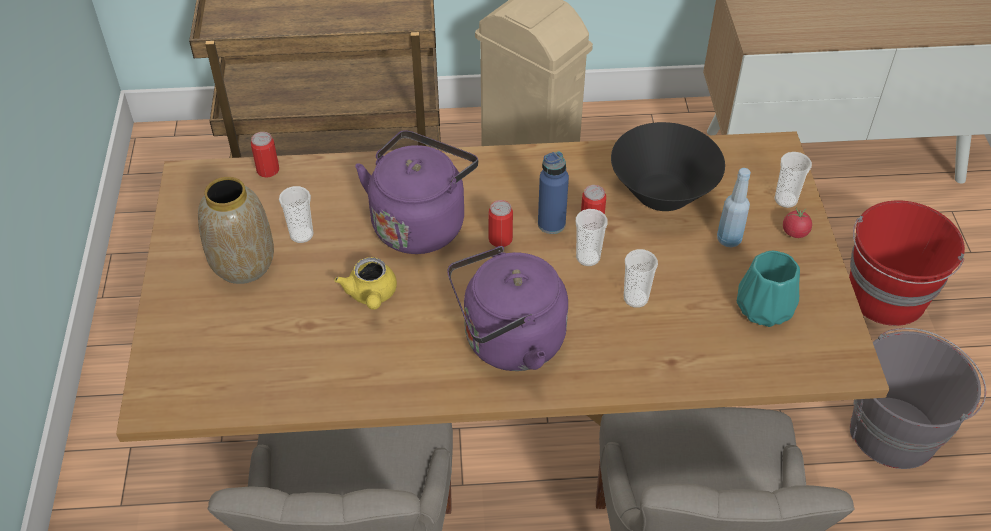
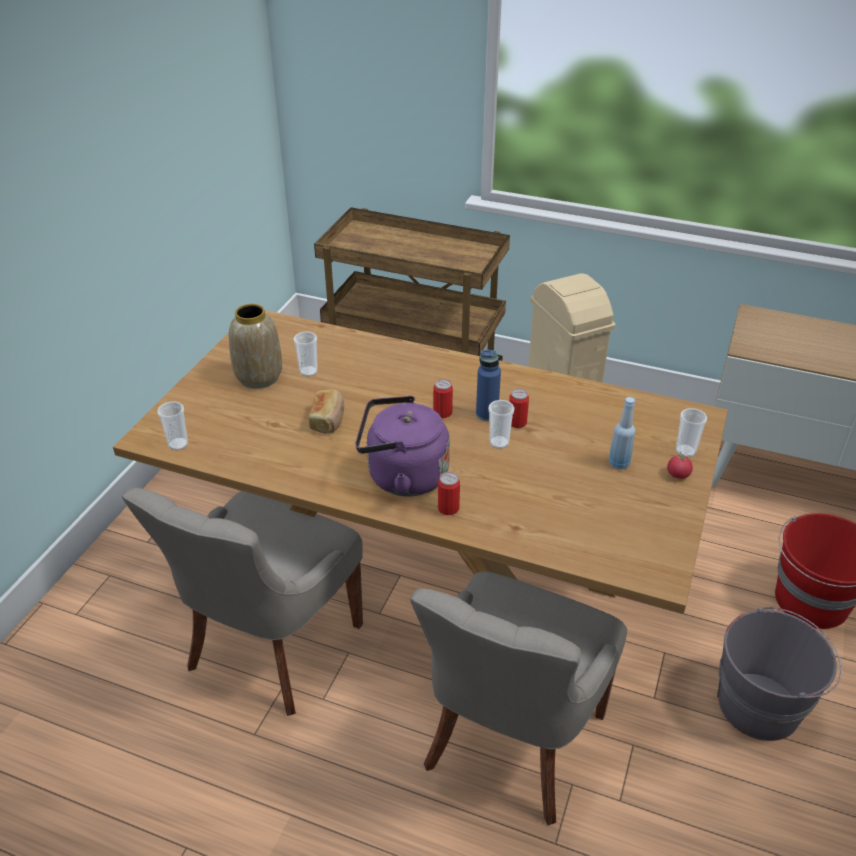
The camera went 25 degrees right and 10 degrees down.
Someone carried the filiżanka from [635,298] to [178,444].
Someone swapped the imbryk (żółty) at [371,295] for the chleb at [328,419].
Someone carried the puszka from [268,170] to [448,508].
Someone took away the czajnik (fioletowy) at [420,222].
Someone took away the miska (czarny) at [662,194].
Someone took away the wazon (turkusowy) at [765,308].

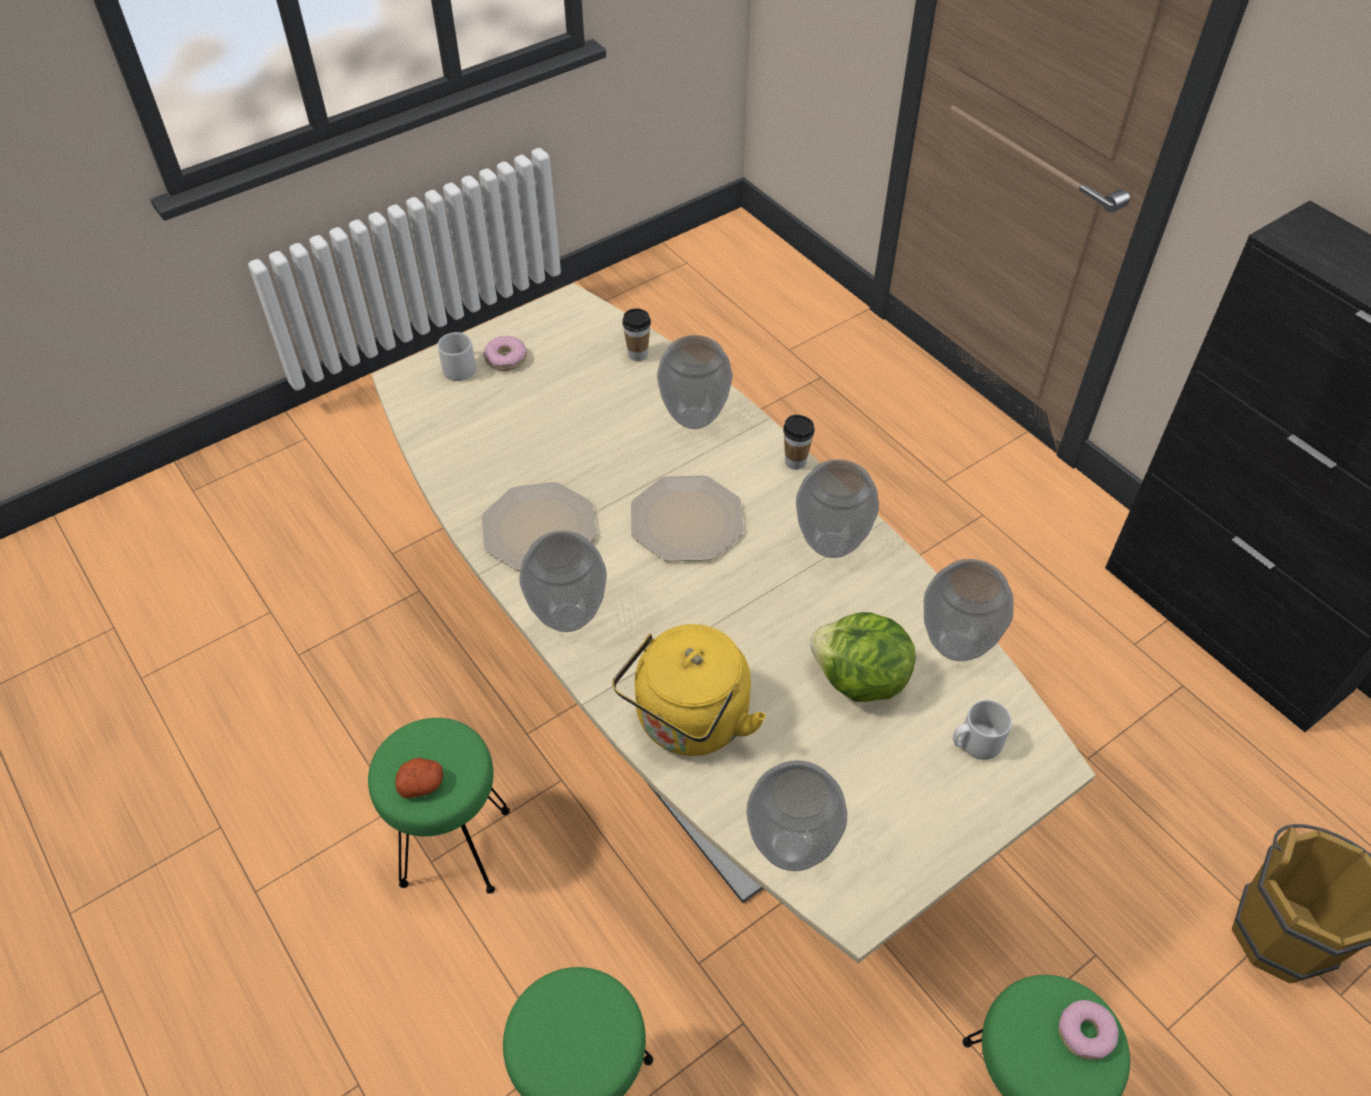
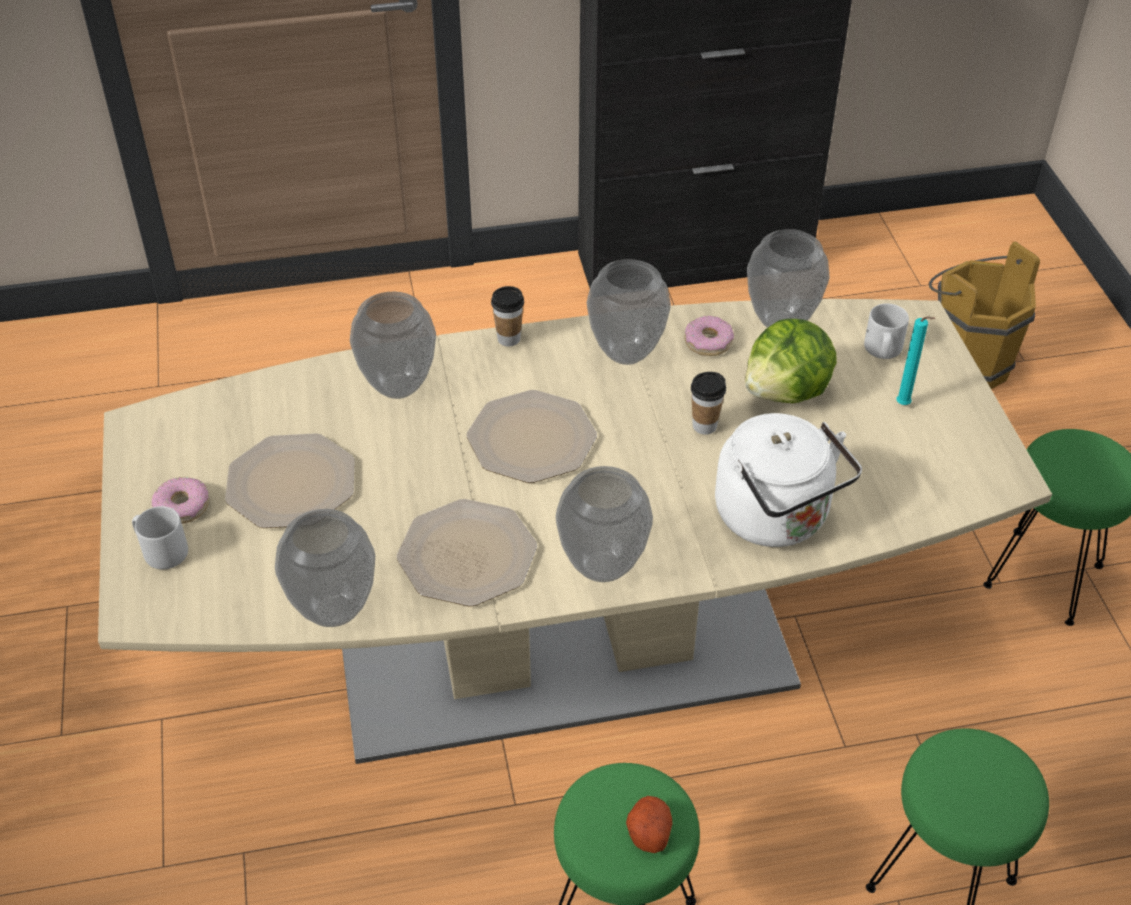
The camera went 65 degrees left and 5 degrees down.
Someone put down the talerz at [290,483].
Someone carried the wazon from [789,848] to [333,612].
Someone carried the donut from [1085,1032] to [708,342].
Someone carried the filiżanka from [637,354] to [704,426].
Someone repainted the czajnik (żółty) at [689,723], which became the czajnik (biały) at [777,519].
Someone put down the świeca (turkusowy) at [904,406].

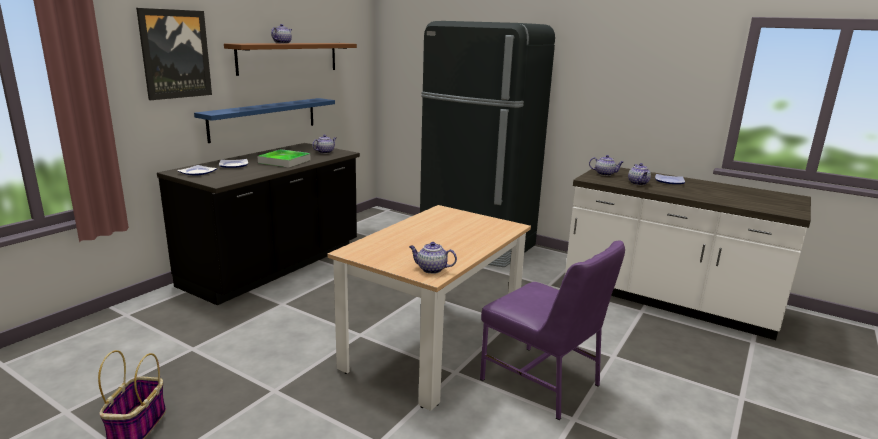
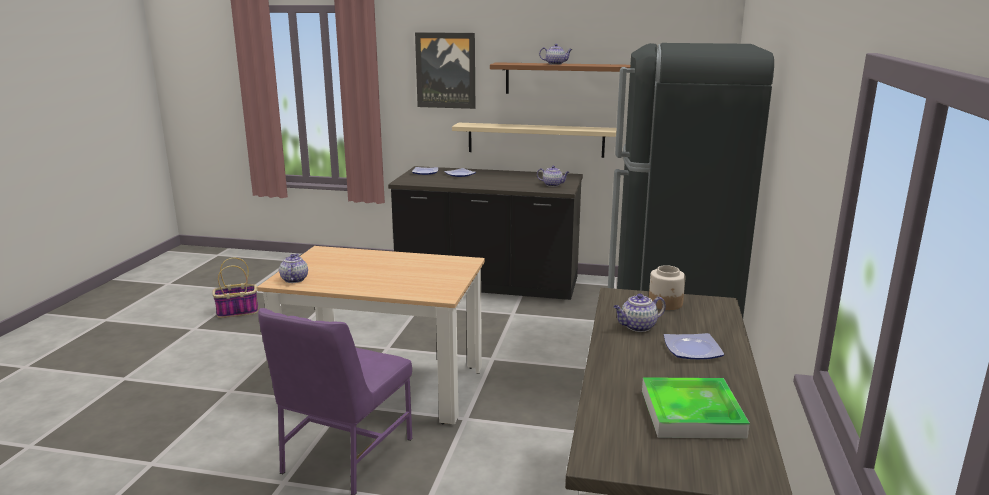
The camera went 70 degrees right and 0 degrees up.
Someone repainted the półka (niebieski) at [264,119], which became the półka (beżowy) at [535,139].
Someone carried the taca from [284,161] to [691,413].
Someone swapped the imbryk at [605,174] for the słoik at [665,303].

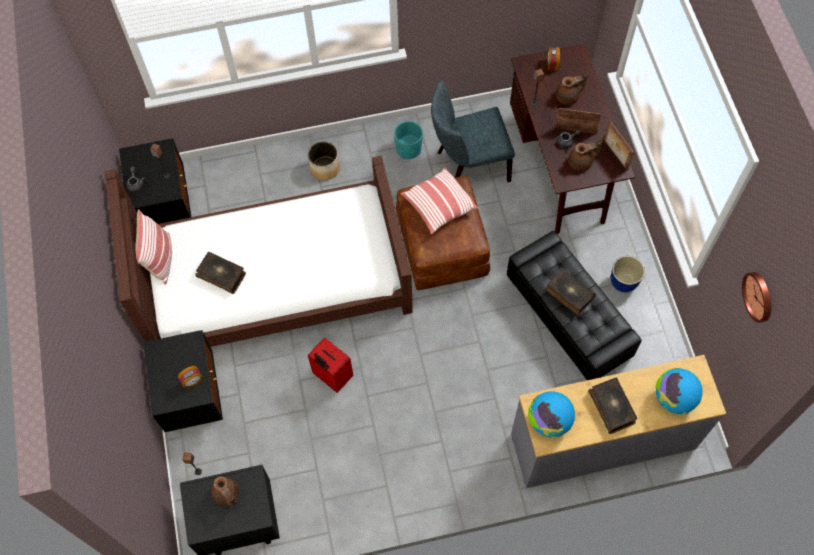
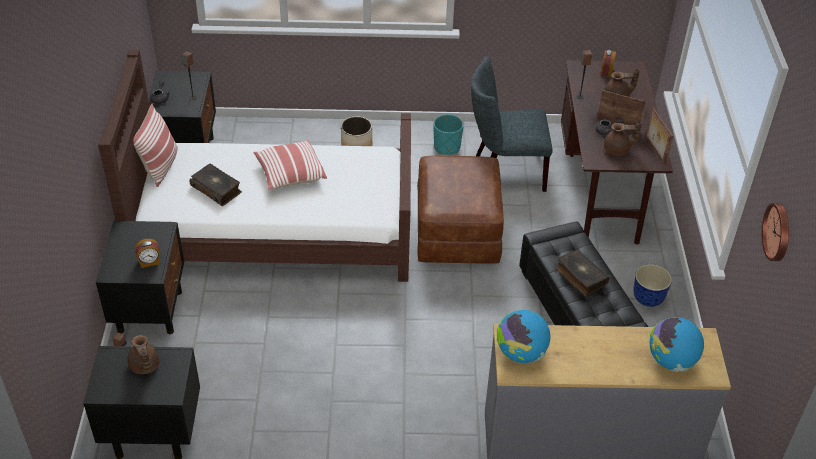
The camera went 10 degrees right and 20 degrees down.
Someone carried the poduszka from [438,206] to [290,174].
Someone took away the walizka (czerwony) at [332,377].
Someone took away the książka at [612,407].

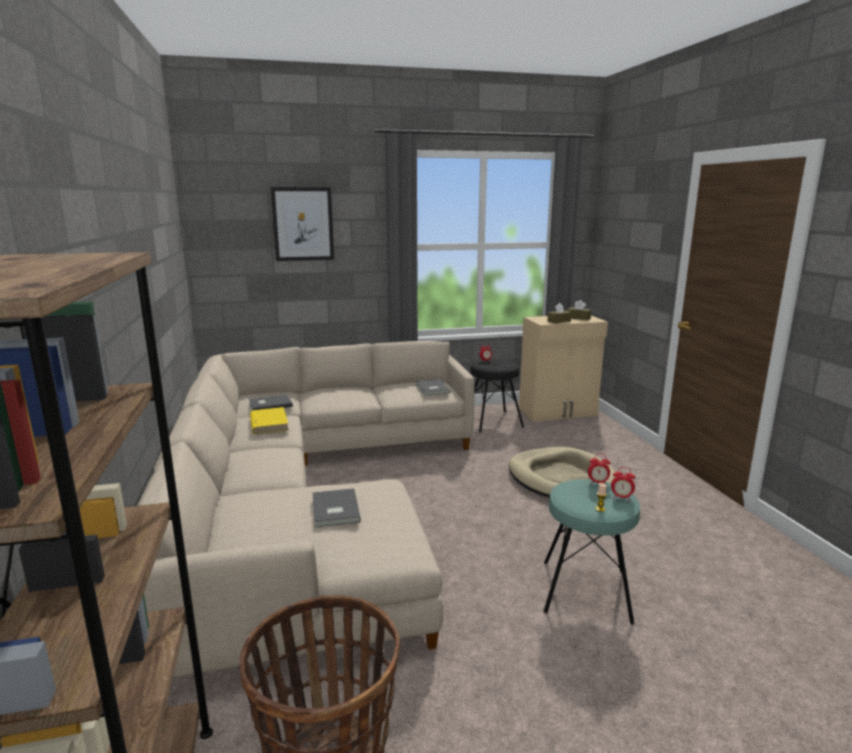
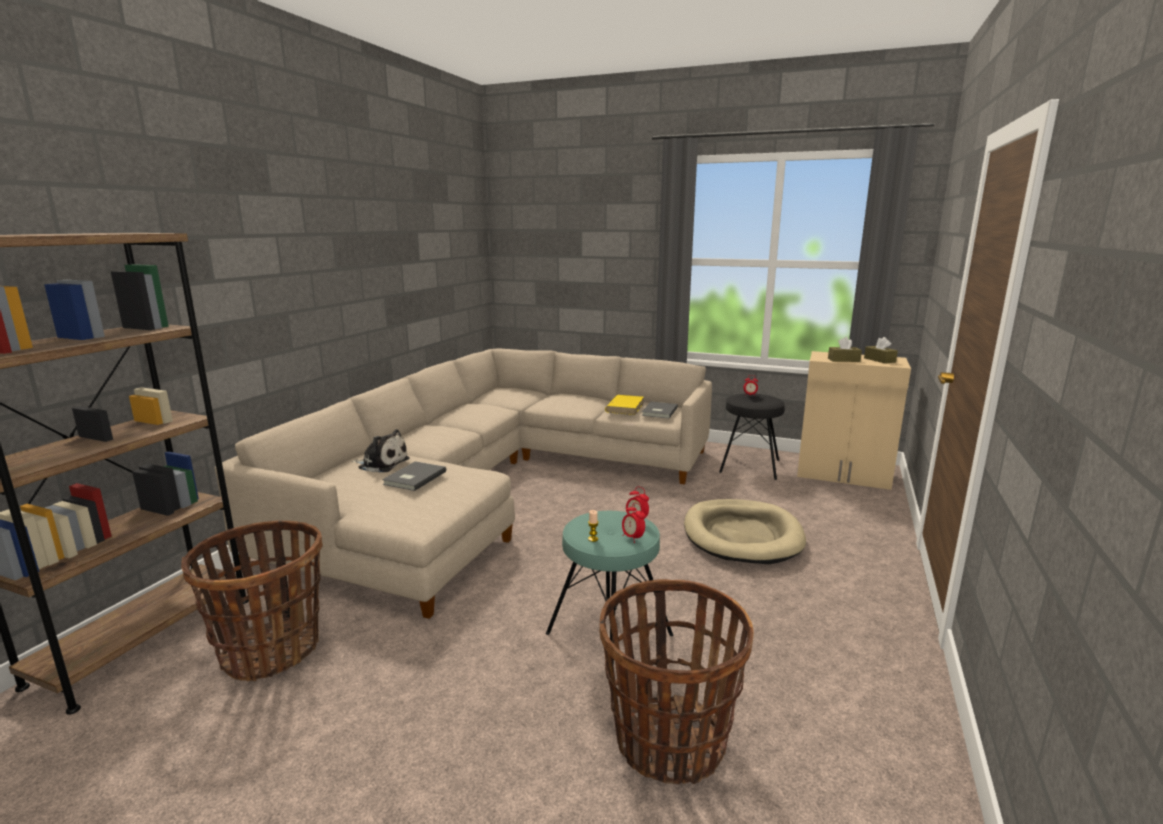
The camera went 35 degrees right and 0 degrees up.
Someone put down the pluszak at [382,464].
Someone put down the koszyk at [669,742].
Someone carried the książka (żółty) from [269,423] to [625,407].
Someone took away the książka (szary) at [269,404].
Someone took away the obraz at [303,224].

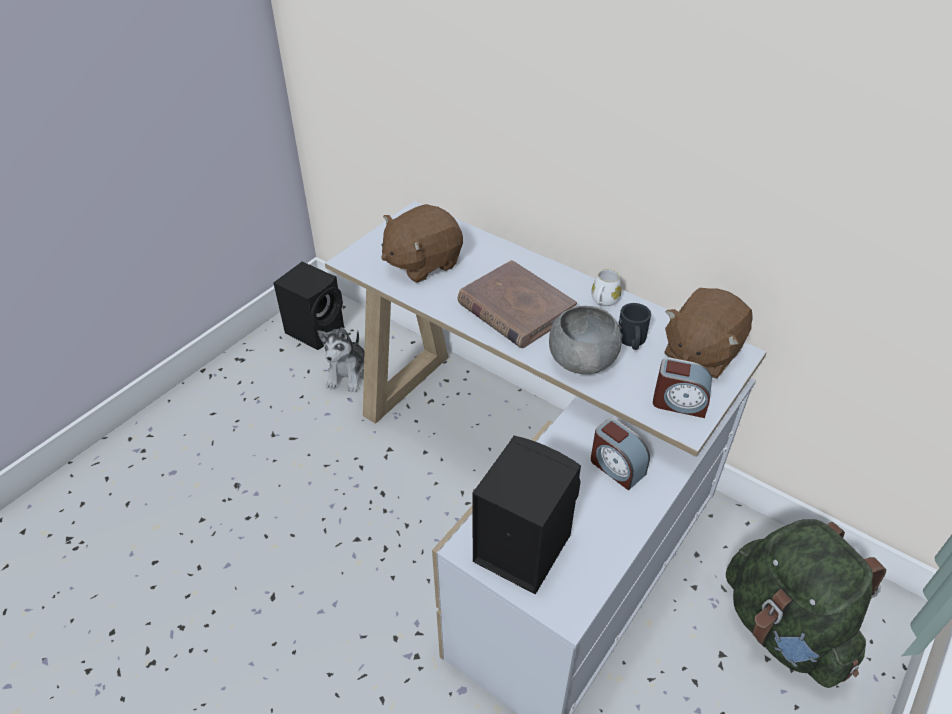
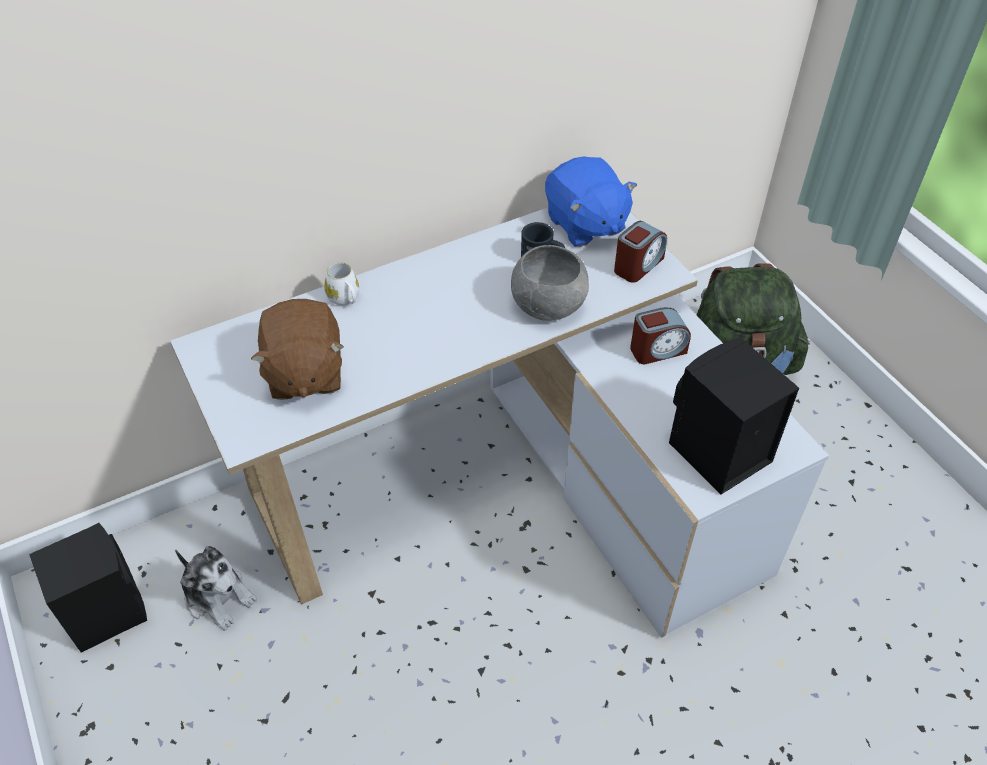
The camera went 65 degrees left and 5 degrees up.
Someone carried the kubek (biały) from [603,301] to [345,299].
Someone repainted the pluszak (brązowy) at [700,353], which became the pluszak (niebieski) at [585,224].
Someone took away the książka (brązowy) at [515,308].

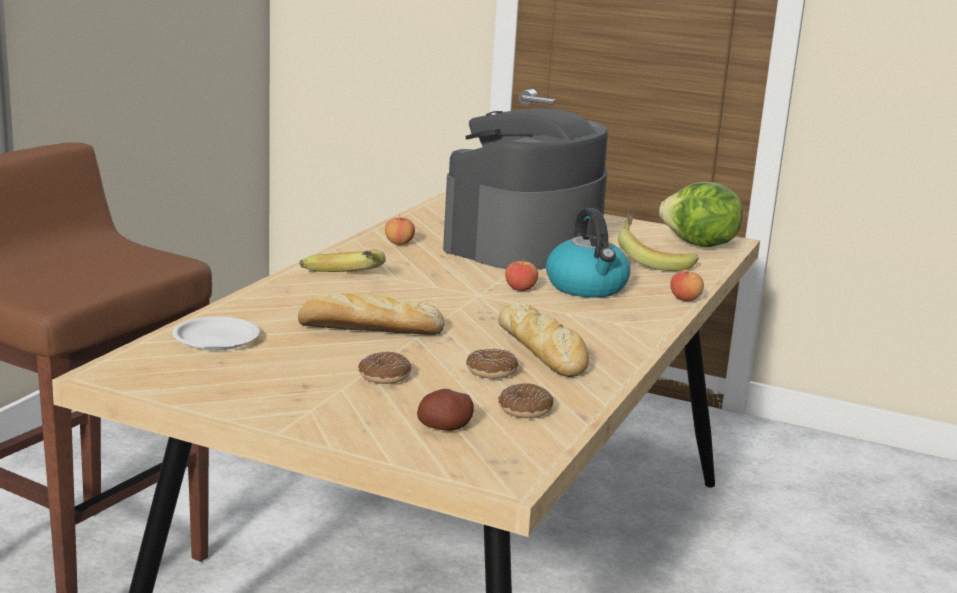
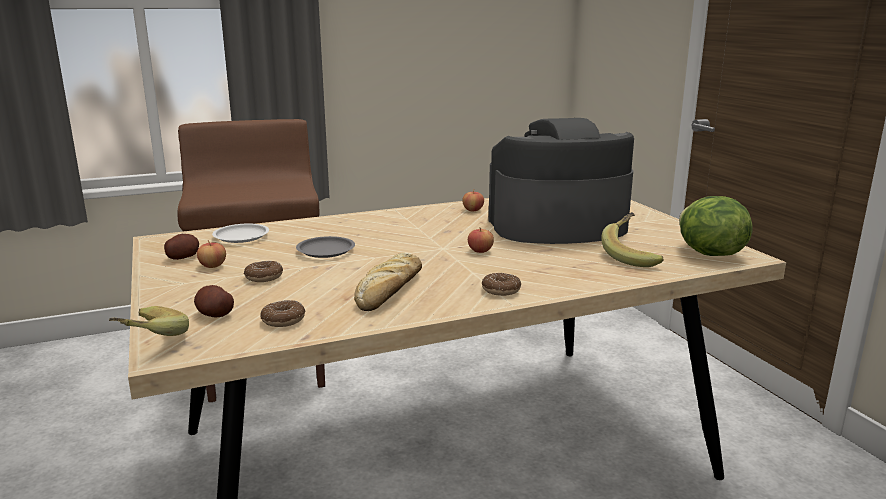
The camera went 45 degrees right and 0 degrees up.
Someone carried the banan from [342,281] to [146,341].
Someone put down the ziemniak at [183,257].
Someone carried the jabłko from [685,299] to [213,266].
Someone swapped the chleb at [367,329] for the talerz (szary) at [325,250].
Someone carried the donut from [491,371] to [501,290].
Someone took away the czajnik at [587,287].

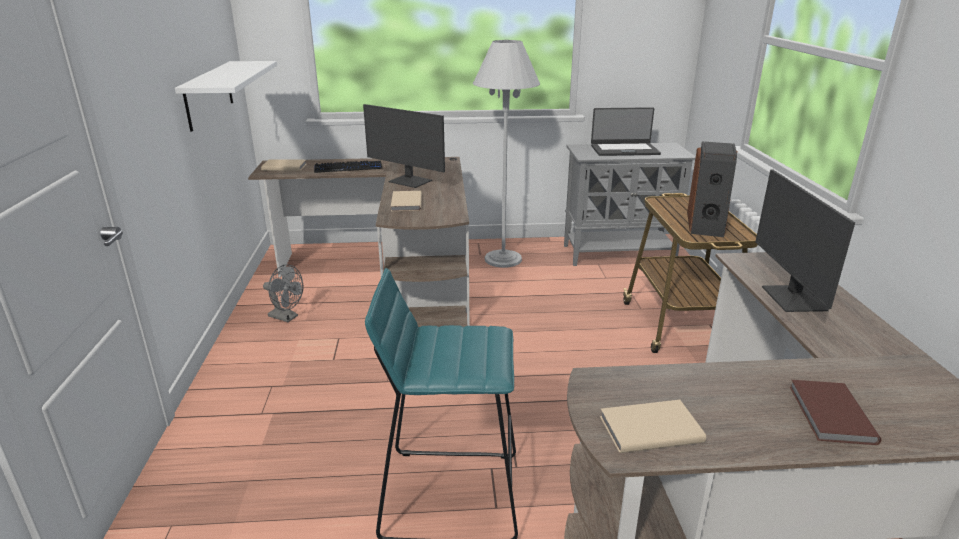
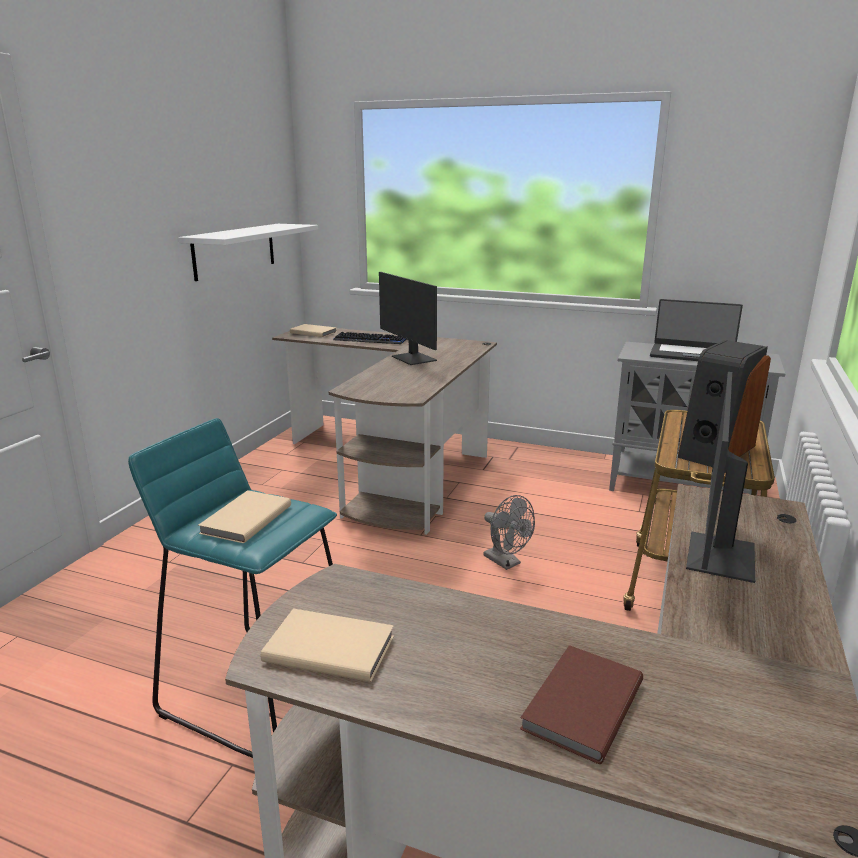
The camera went 25 degrees right and 5 degrees down.
Someone carried the książka (beżowy) from [405,203] to [244,519].
Someone carried the wentylator (szary) from [287,317] to [506,562].
Someone took away the lampa stojąca (biały) at [503,259].

